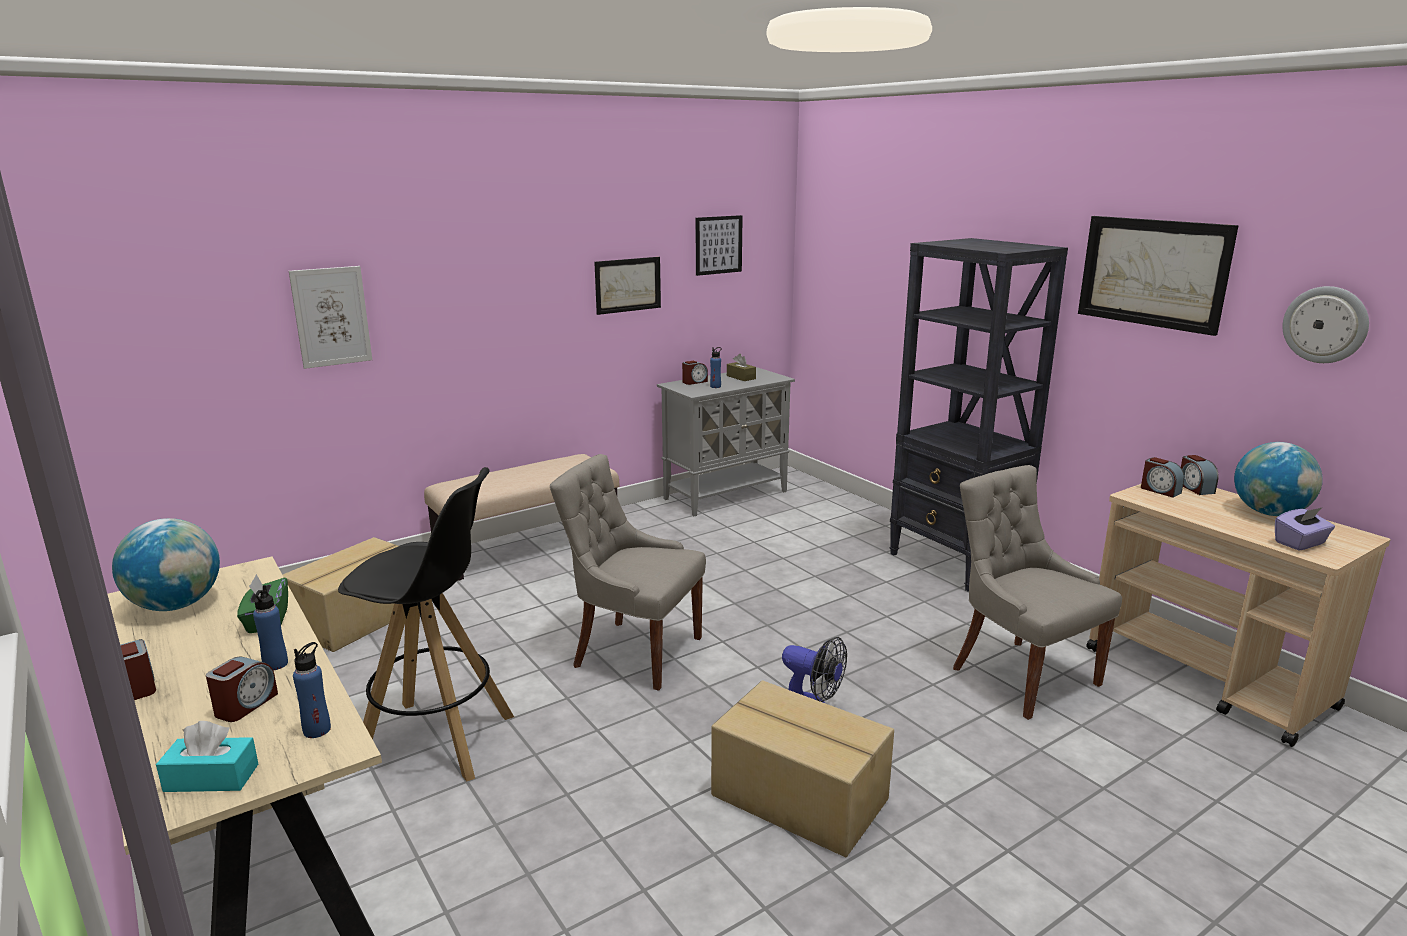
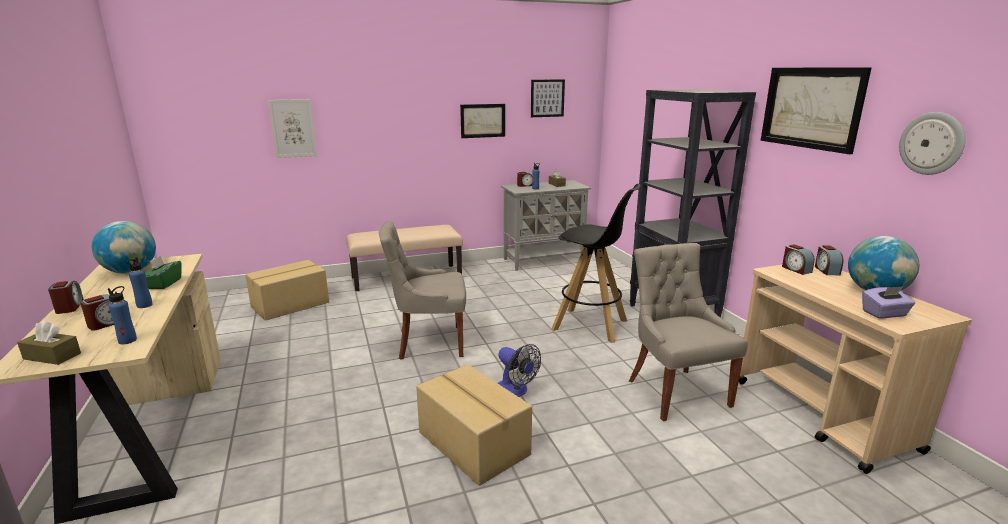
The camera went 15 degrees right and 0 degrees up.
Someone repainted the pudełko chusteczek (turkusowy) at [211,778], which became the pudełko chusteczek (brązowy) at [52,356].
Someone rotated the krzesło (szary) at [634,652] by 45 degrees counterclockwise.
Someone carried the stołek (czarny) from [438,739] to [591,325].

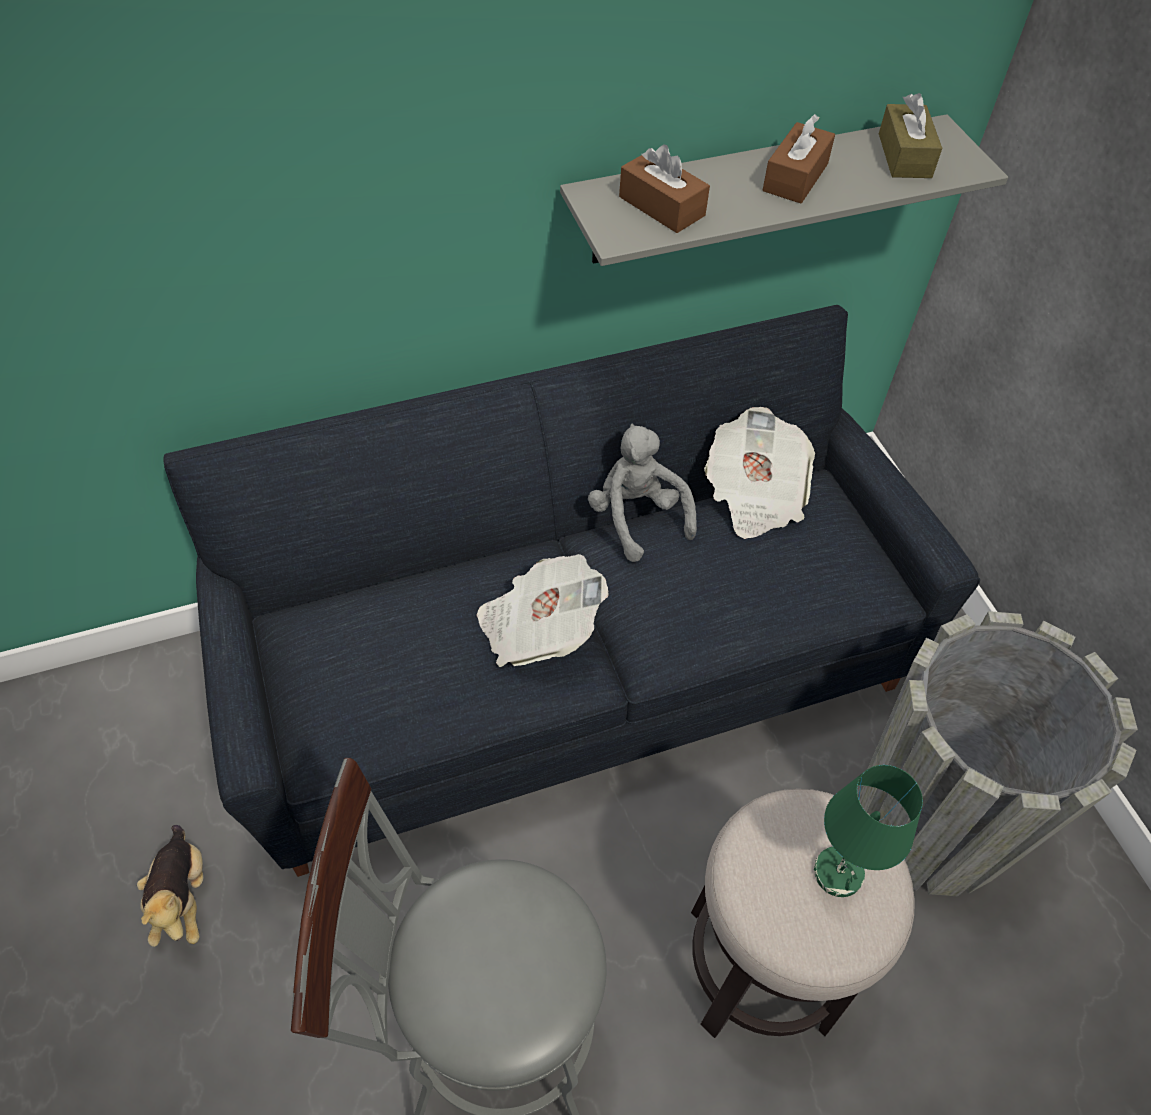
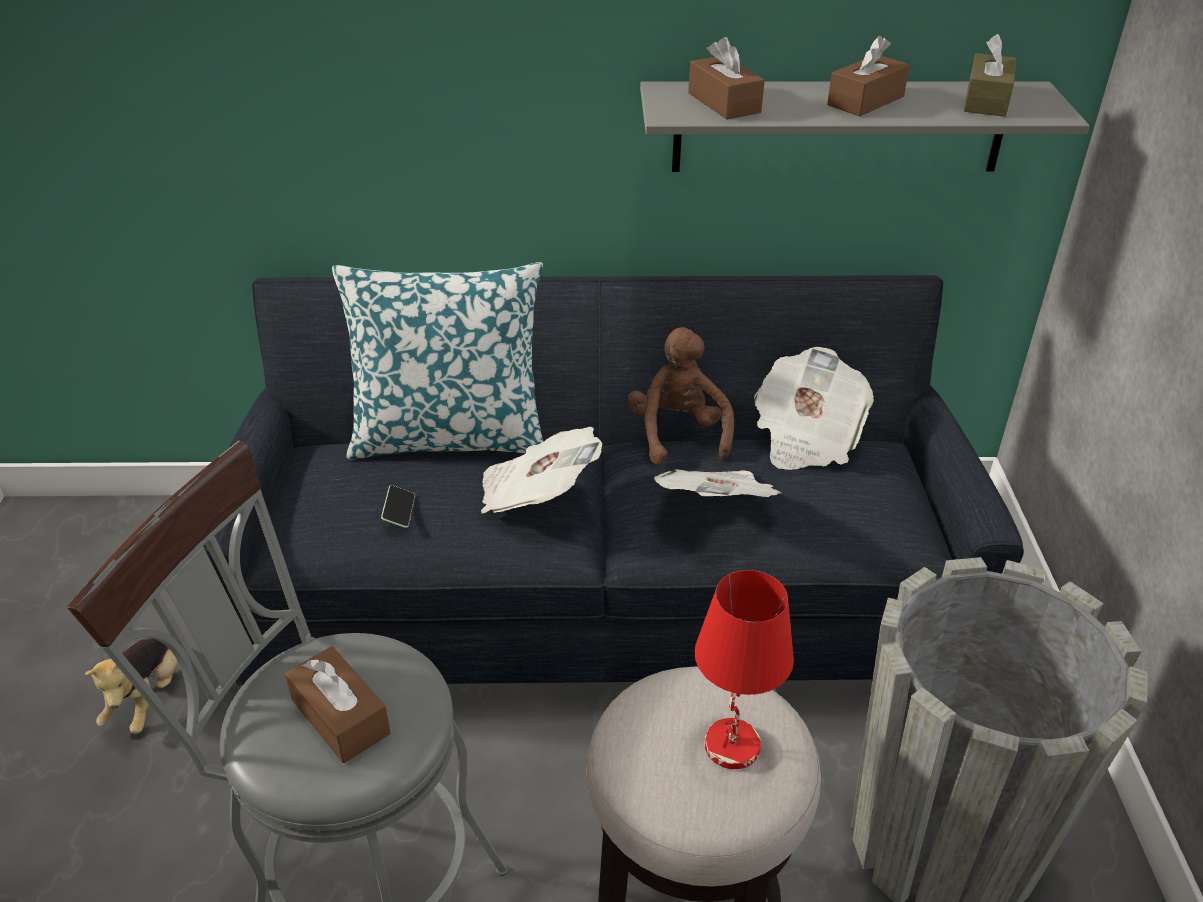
The camera went 20 degrees right and 15 degrees down.
Someone put down the pudełko chusteczek (brązowy) at [340,717].
Someone put down the poduszka at [449,436].
Someone put down the telefon at [399,512].
Someone repainted the pluszak (szary) at [637,517], which became the pluszak (brązowy) at [678,433].
Someone put down the gazeta at [717,508].
Someone repainted the lampa stołowa (zielony) at [839,874], which became the lampa stołowa (czerwony) at [732,747].

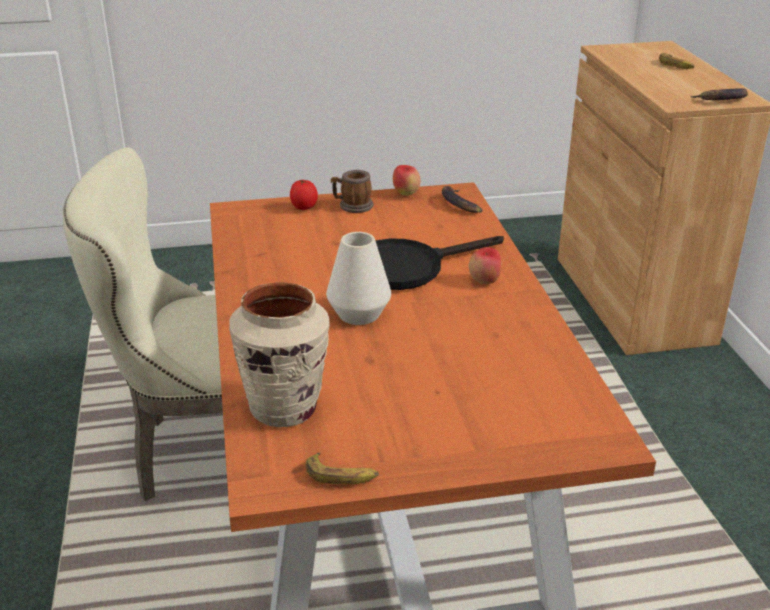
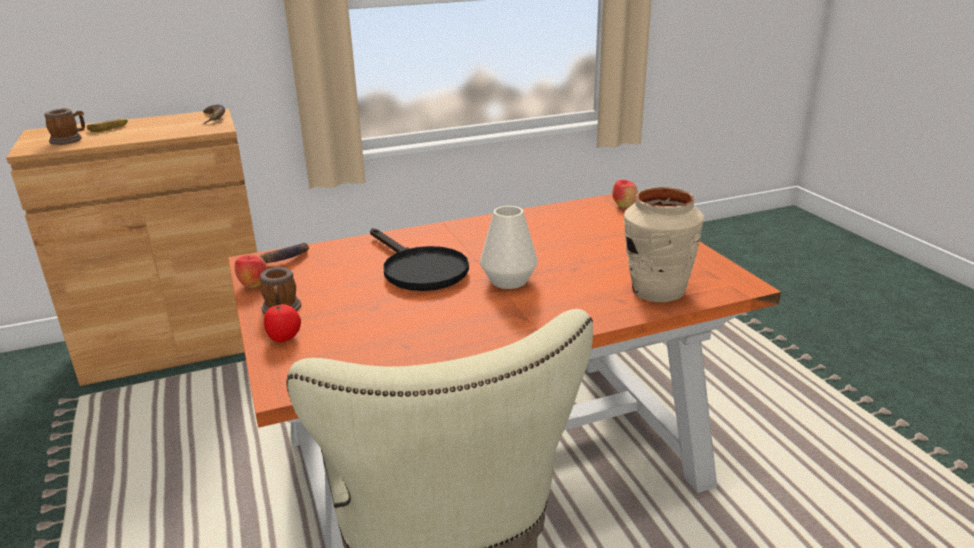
The camera went 100 degrees left and 5 degrees down.
Someone put down the kubek at [70,140].
Someone carried the jabłko from [484,282] to [624,206].
Someone took away the banan at [341,475].

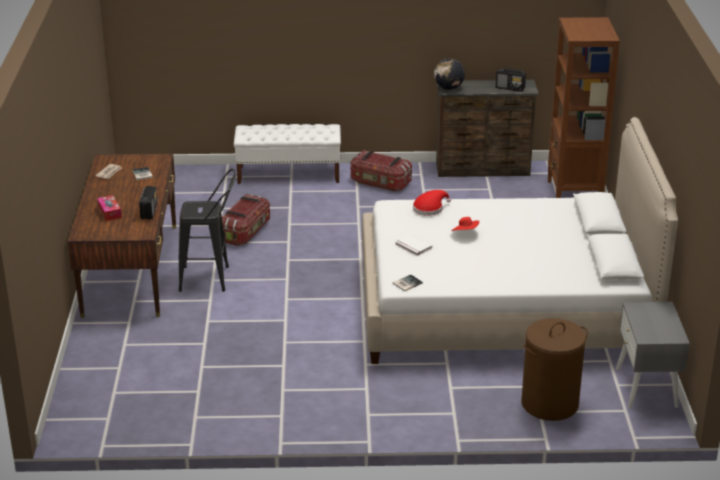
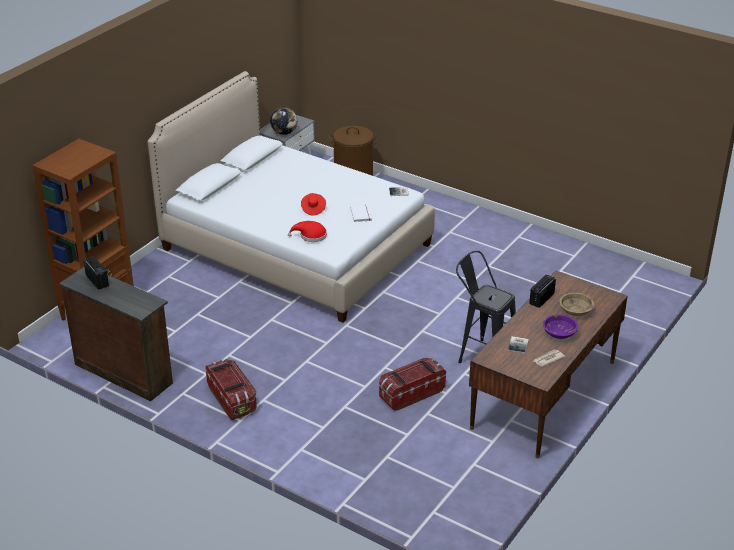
The camera went 145 degrees left and 5 degrees up.
Someone carried the globus from [448,88] to [284,133].
Someone put down the miska (fioletowy) at [559,333].
Someone swapped the pudełko chusteczek at [109,212] for the miska (beżowy) at [575,311].
Someone took away the ławka (biały) at [289,174].

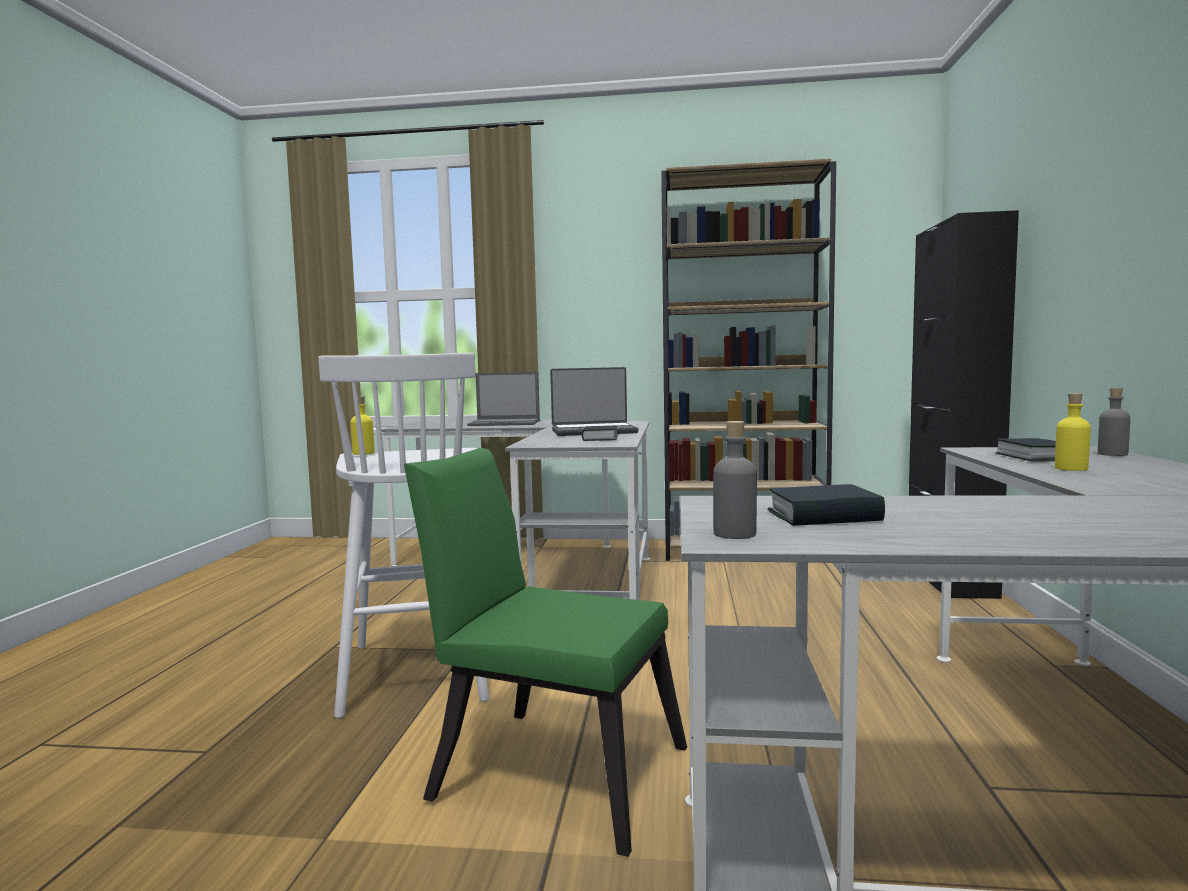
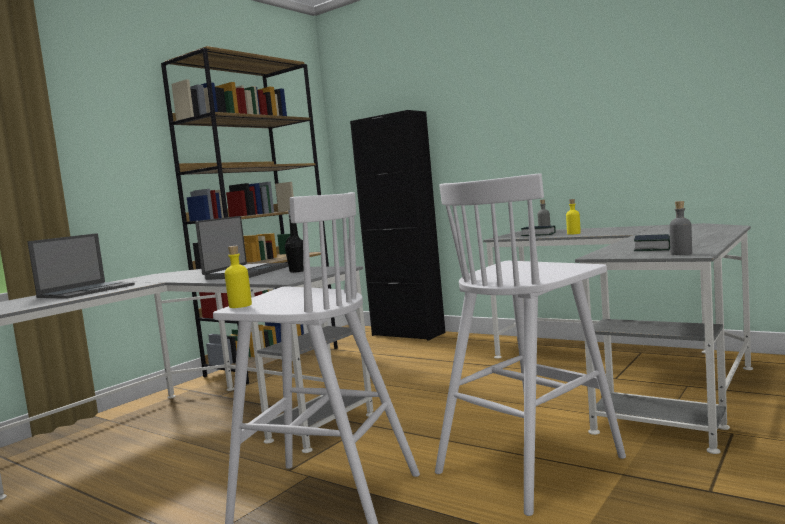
The camera went 60 degrees left and 0 degrees up.
Someone swapped the książka at [600,438] for the butelka (czarny) at [298,271].
Someone swapped the krzesło (zielony) at [548,768] for the stołek (biały) at [532,464].

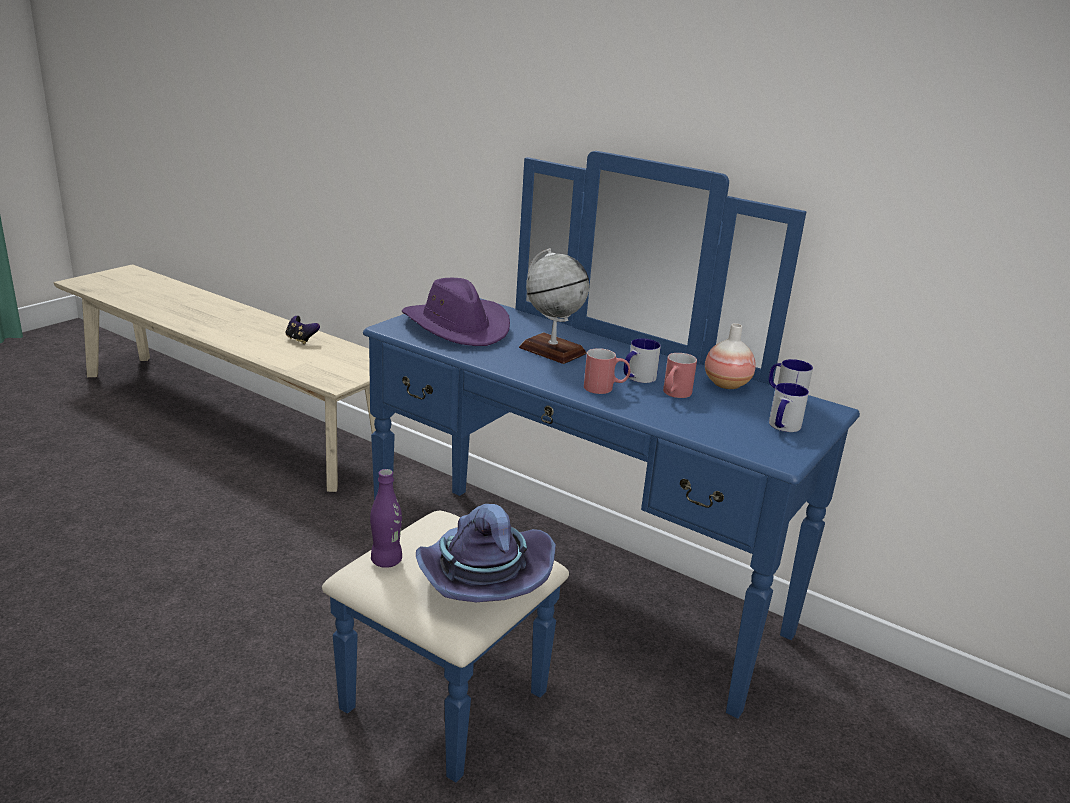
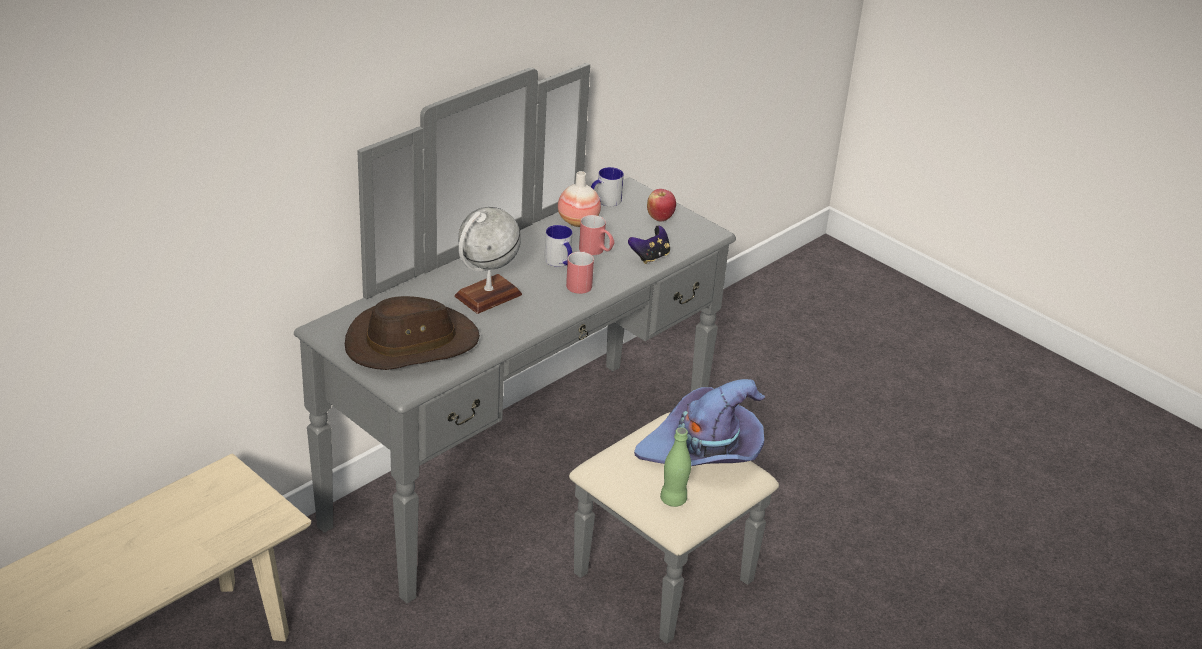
The camera went 80 degrees left and 10 degrees up.
Someone repainted the komoda (niebieski) at [550,608], which became the komoda (szary) at [553,493].
Someone repainted the kapelusz (fioletowy) at [457,326], which became the kapelusz (brązowy) at [411,343].
Someone carried the pad do gier from [301,340] to [650,257].
Someone swapped the kubek at [782,427] for the jabłko at [660,218].
Someone repainted the butelka (fioletowy) at [386,561], which became the butelka (zielony) at [673,500].

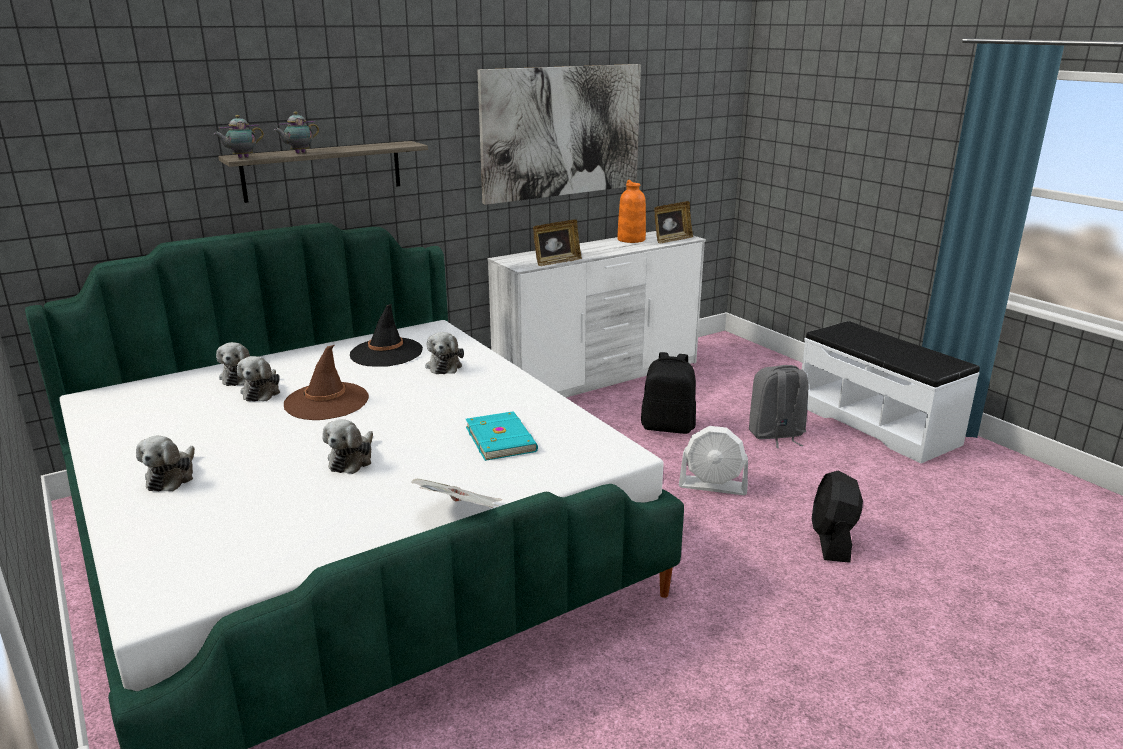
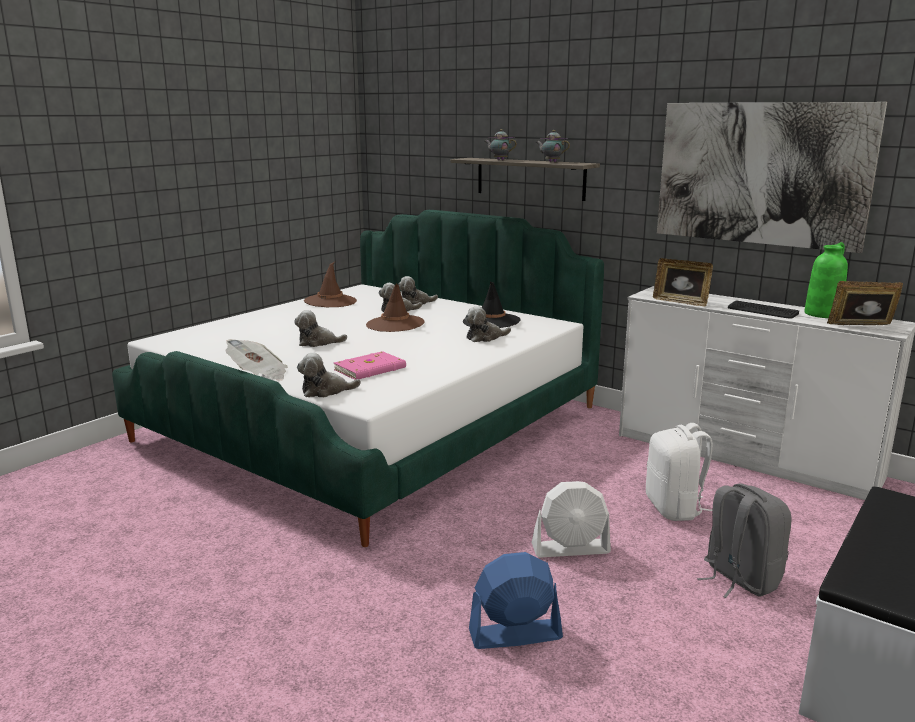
The camera went 70 degrees right and 5 degrees down.
Someone carried the pluszak from [172,477] to [325,391].
Someone put down the kapelusz (brązowy) at [330,301].
Someone repainted the książka (turkusowy) at [502,439], which became the książka (różowy) at [371,369].
Someone repainted the wentylator (czarny) at [832,541], which became the wentylator (niebieski) at [514,634].
Someone rotated the wentylator (biały) at [713,486] by 90 degrees counterclockwise.
Someone carried the imbryk from [241,157] to [551,162].
Someone repainted the plecak (czarny) at [668,427], which became the plecak (biały) at [674,508].
Someone put down the klawiatura at [762,311].
Someone repainted the wazon (pomarańczowy) at [630,239], which became the wazon (zielony) at [822,314].
Someone rotated the ramka na zdjęcie at [671,240] by 150 degrees clockwise.

